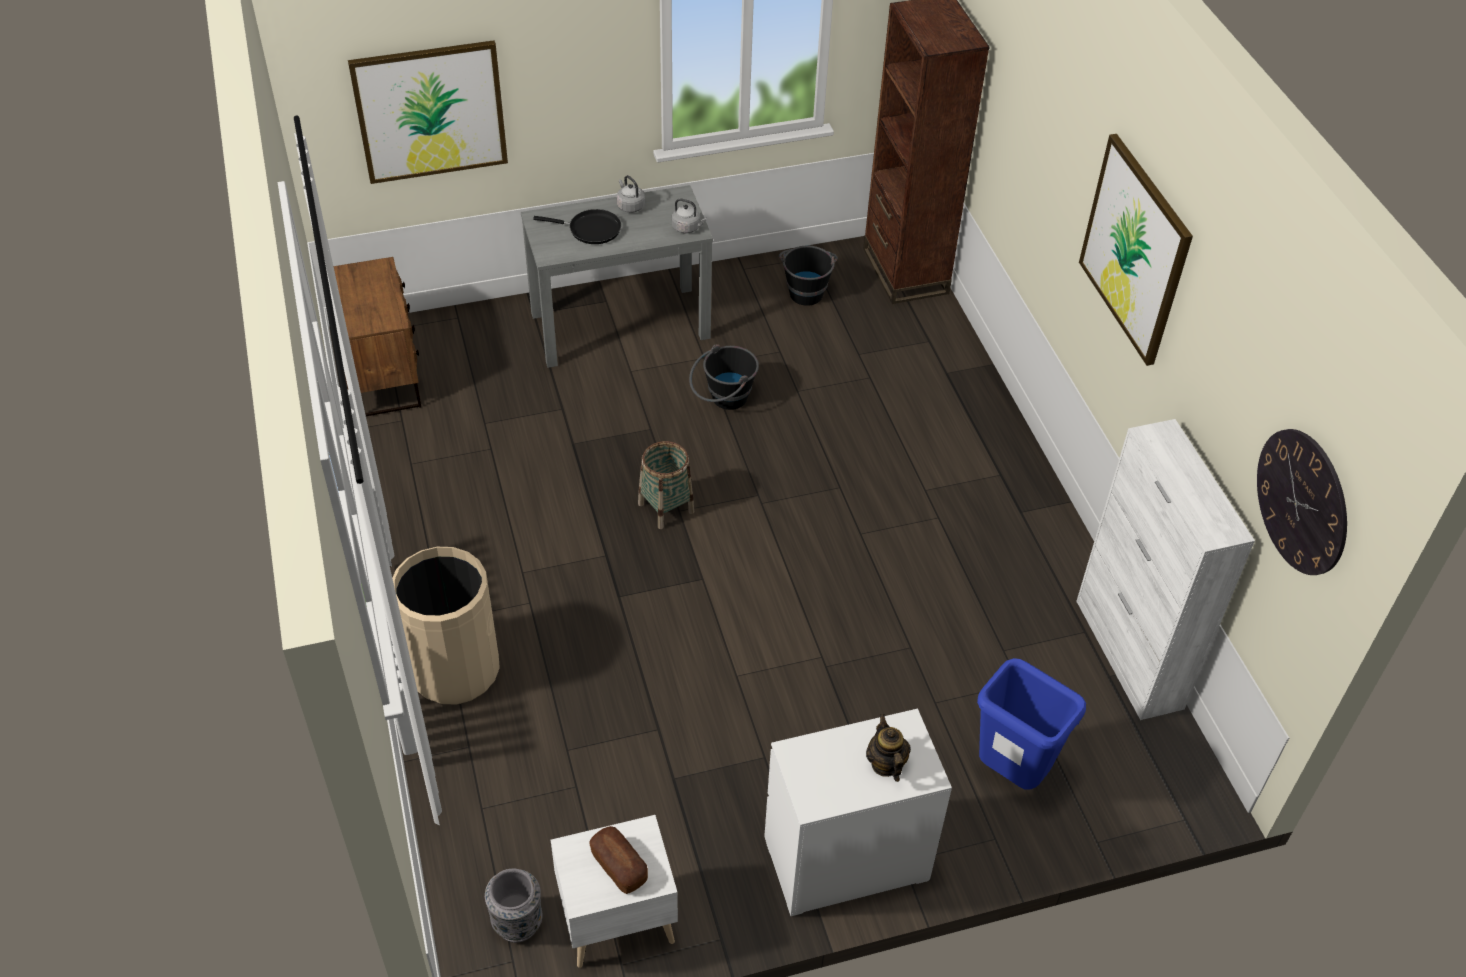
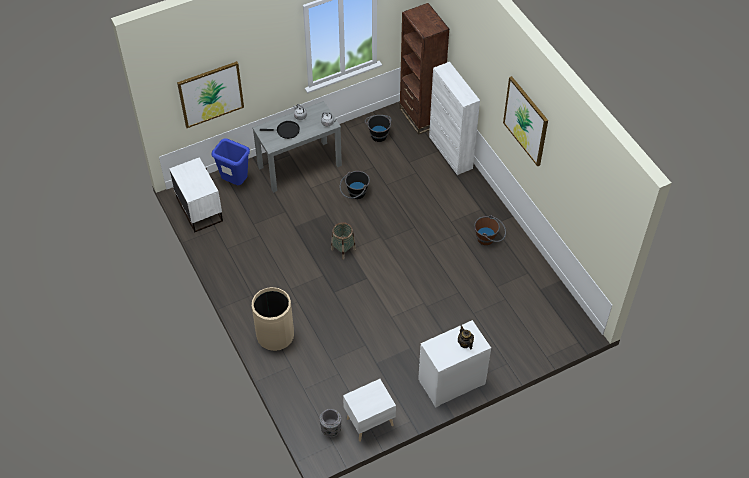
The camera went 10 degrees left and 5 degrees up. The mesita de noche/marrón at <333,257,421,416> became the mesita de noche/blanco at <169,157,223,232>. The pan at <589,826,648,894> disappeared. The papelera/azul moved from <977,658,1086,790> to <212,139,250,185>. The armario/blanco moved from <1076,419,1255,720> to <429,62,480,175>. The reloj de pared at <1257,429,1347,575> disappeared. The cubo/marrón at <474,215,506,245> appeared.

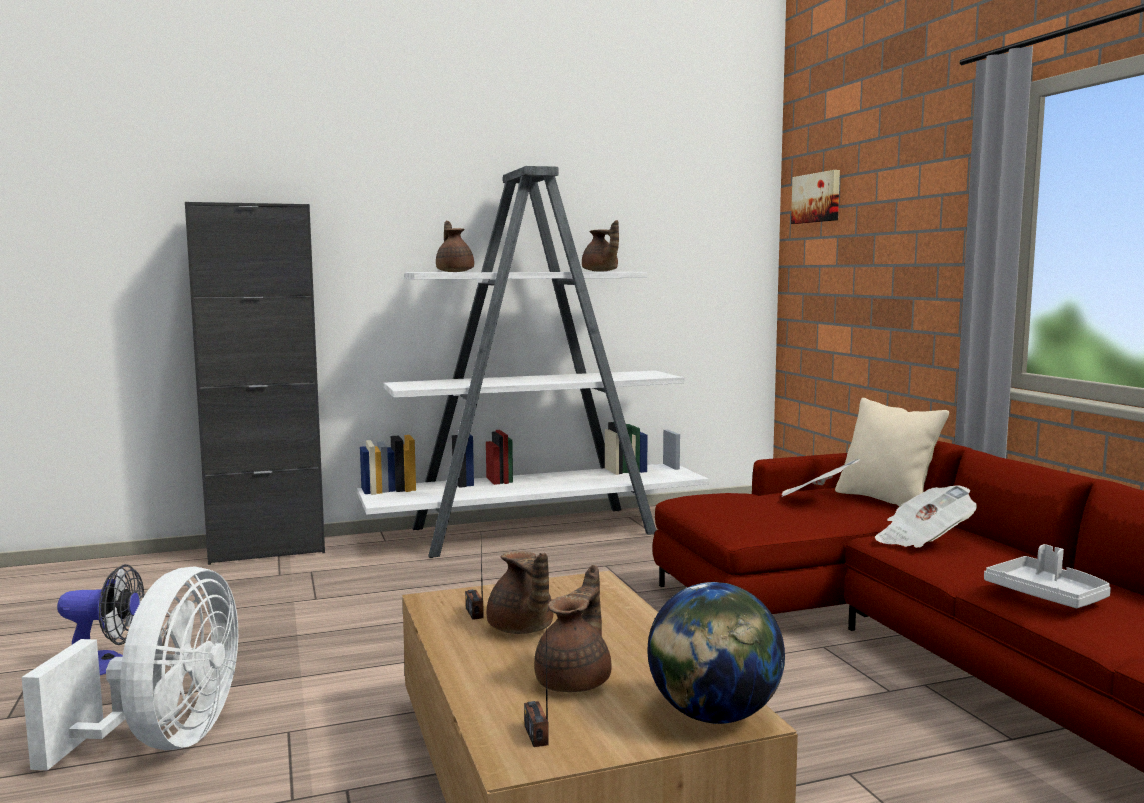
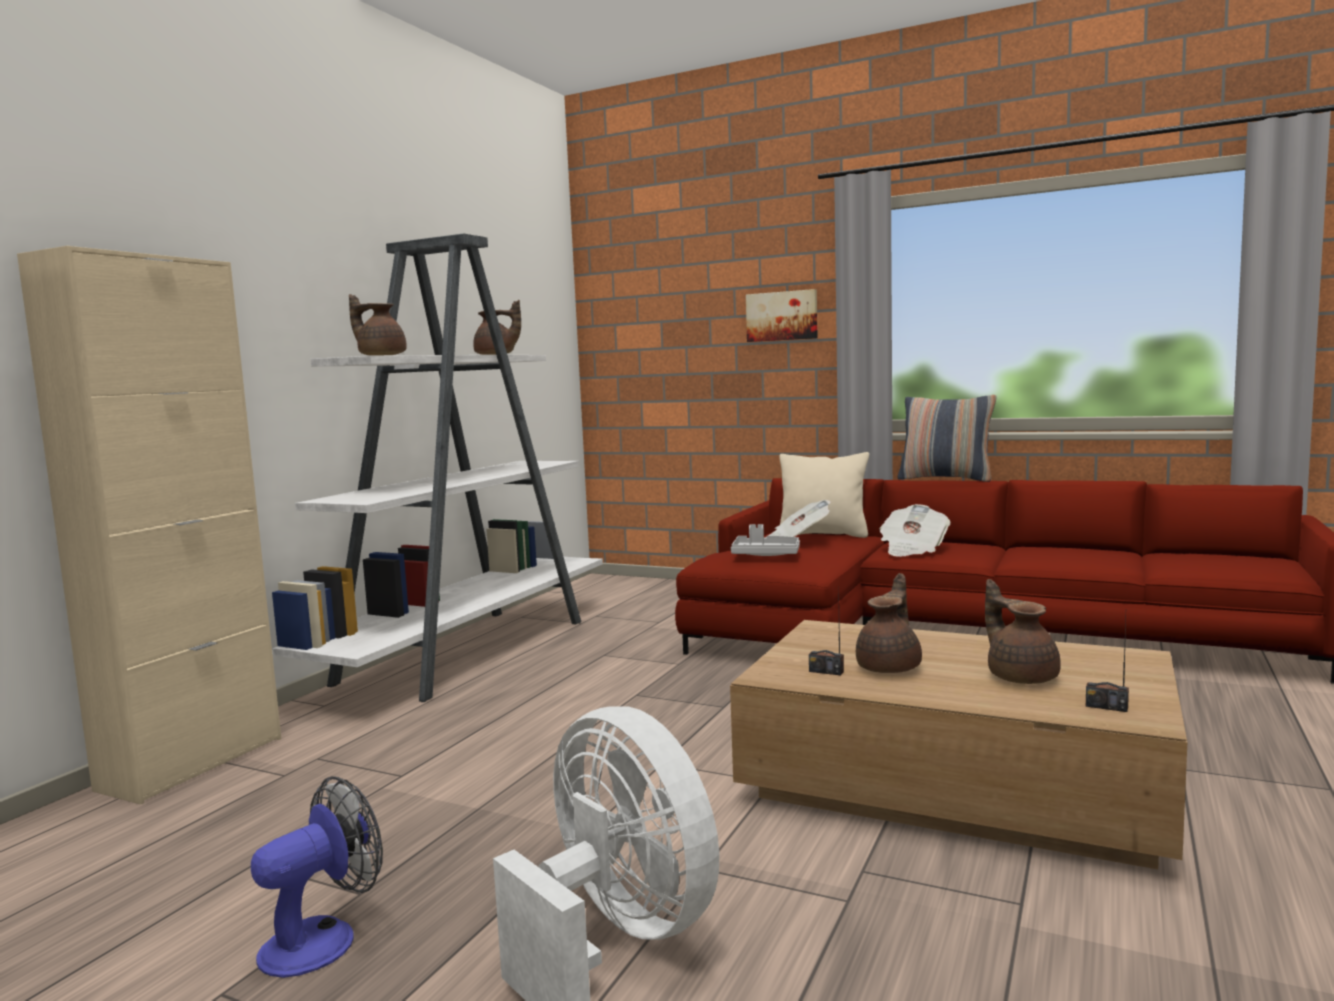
The camera went 45 degrees left and 0 degrees up. The armario/negro at <185,202,325,565> became the armario/beis at <17,246,281,804>. The tetera/marrón at <487,551,553,634> turned 75 degrees counterclockwise. The globo terráqueo at <647,582,785,724> disappeared. The cuadro moved from <791,170,840,224> to <746,289,818,342>. The bandeja/gris moved from <984,544,1111,608> to <731,524,800,556>. The cojín at <898,395,997,482> appeared.

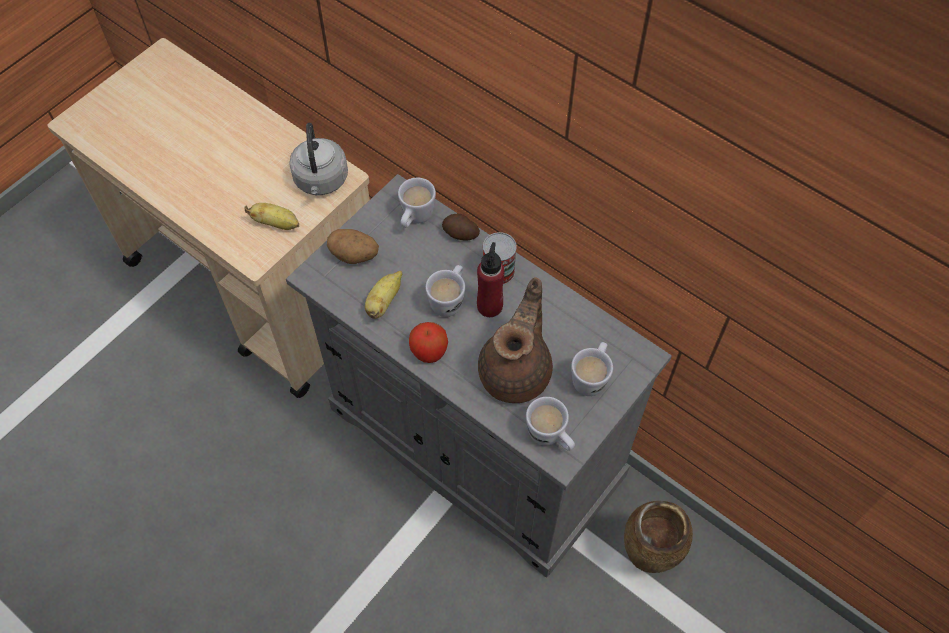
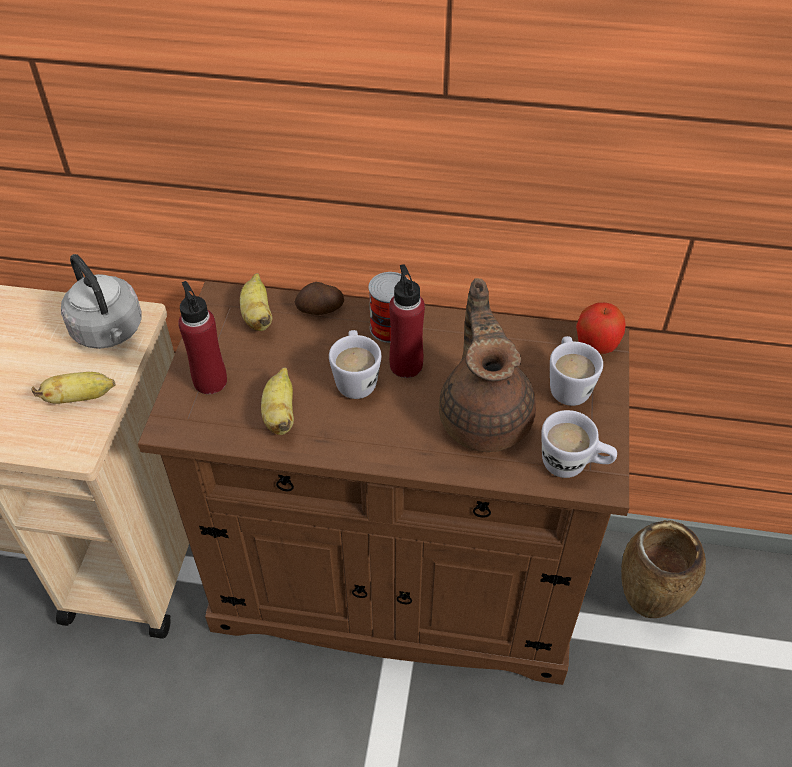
The camera went 30 degrees left and 10 degrees down. The armario/gris at <286,174,672,578> became the armario/marrón at <138,281,629,685>. The patata at <327,229,379,264> was replaced by the botella/rojo at <178,281,227,394>. The taza grande/blanco at <398,178,436,228> was replaced by the plátano at <240,273,272,331>. The manzana moved from <409,322,448,363> to <576,302,626,354>.

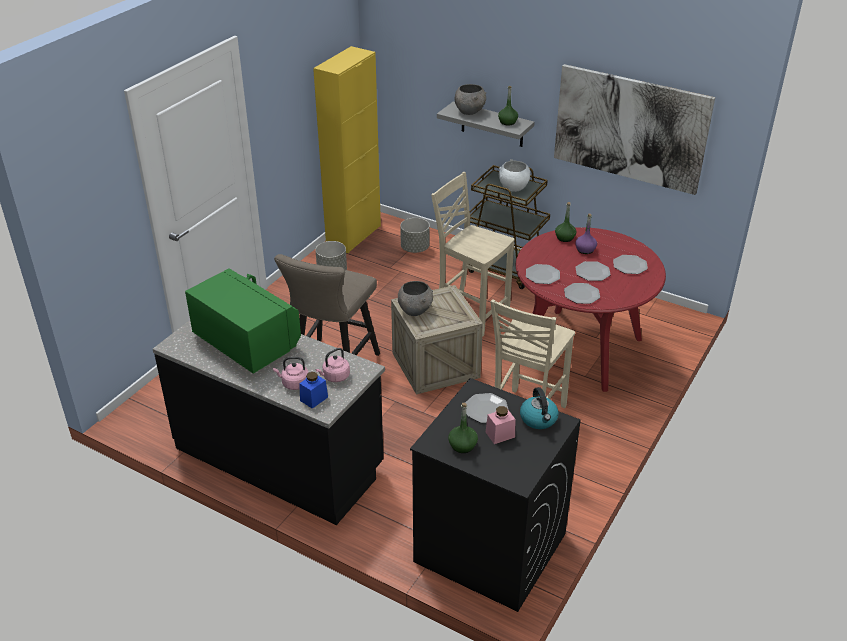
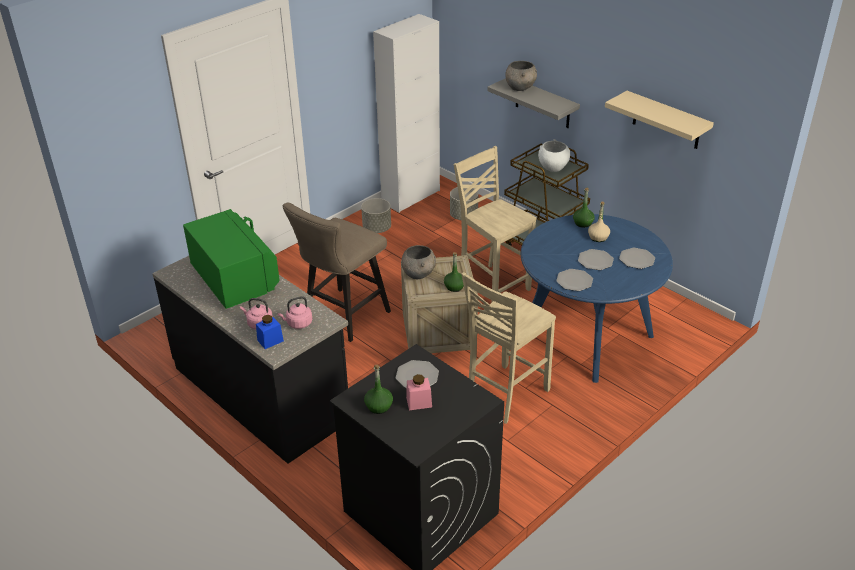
The camera went 15 degrees right and 0 degrees up. The armario/amarillo at <313,46,381,253> became the armario/blanco at <373,14,440,213>. The botella/verde moved from <498,86,518,125> to <444,252,464,292>. The mesa de comedor/rojo at <516,227,666,392> became the mesa de comedor/azul at <521,214,673,383>. The hervidor at <520,387,559,429> disappeared. The plato at <526,264,560,284> disappeared. The cuadro at <554,64,715,195> was replaced by the estante/beis at <605,91,714,149>. The botella/morado at <575,214,597,254> became the botella/beis at <588,202,610,242>.

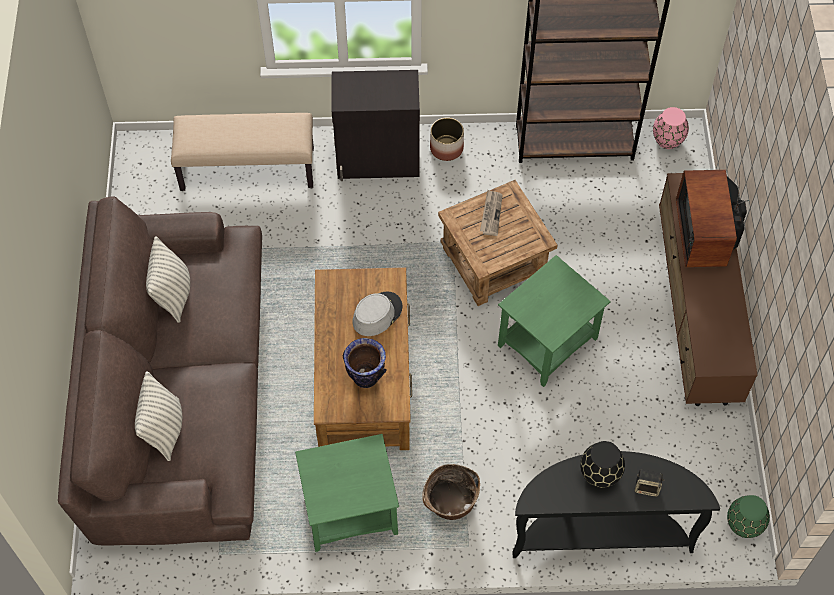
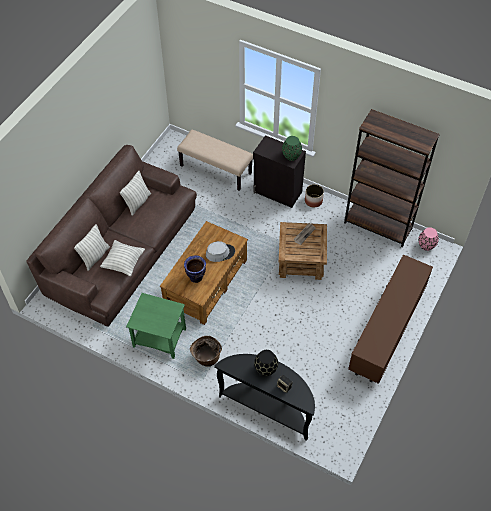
The camera went 30 degrees right and 5 degrees down. The mesa auxiliar/verde at <498,255,611,387> disappeared. The televisor at <676,170,749,267> disappeared. The florero/verde moved from <727,495,770,538> to <282,136,302,161>. The cojín at <100,240,145,276> appeared.

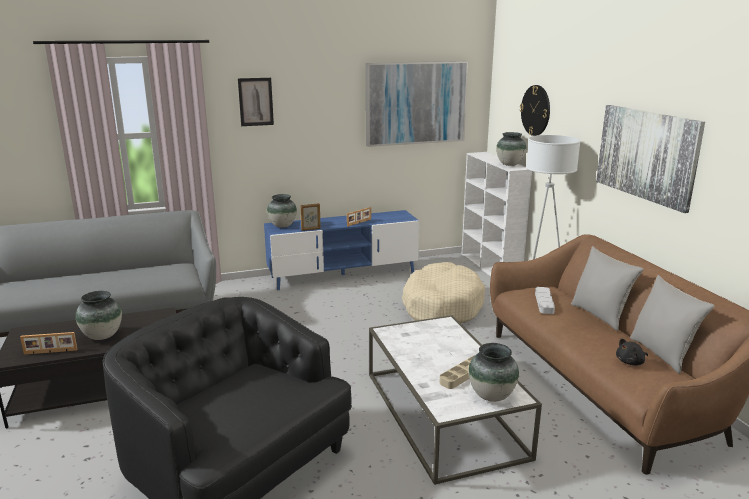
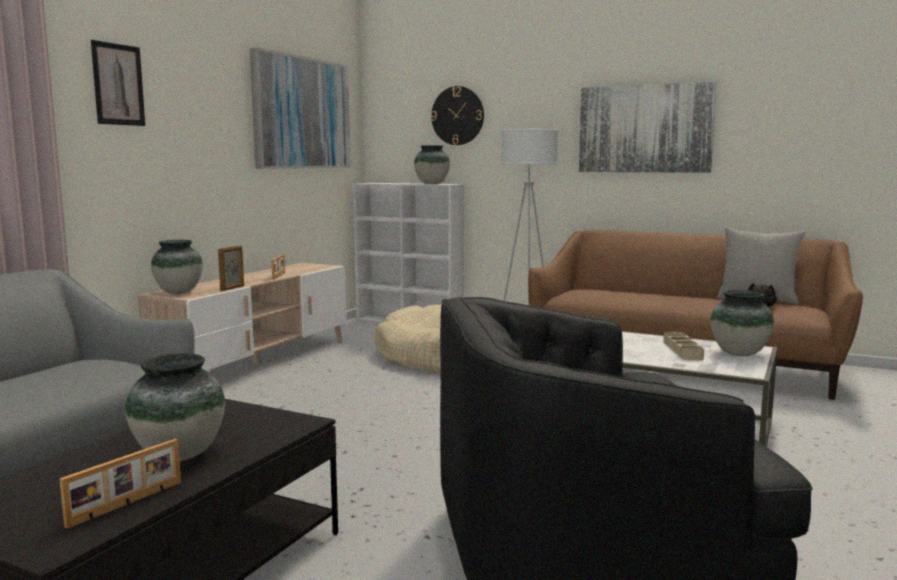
The camera went 45 degrees left and 10 degrees down. The mueble de televisión/azul at <264,210,420,290> became the mueble de televisión/beis at <138,263,346,371>. The bandeja/gris at <535,287,555,314> disappeared. The cojín/gris at <571,246,644,331> disappeared.

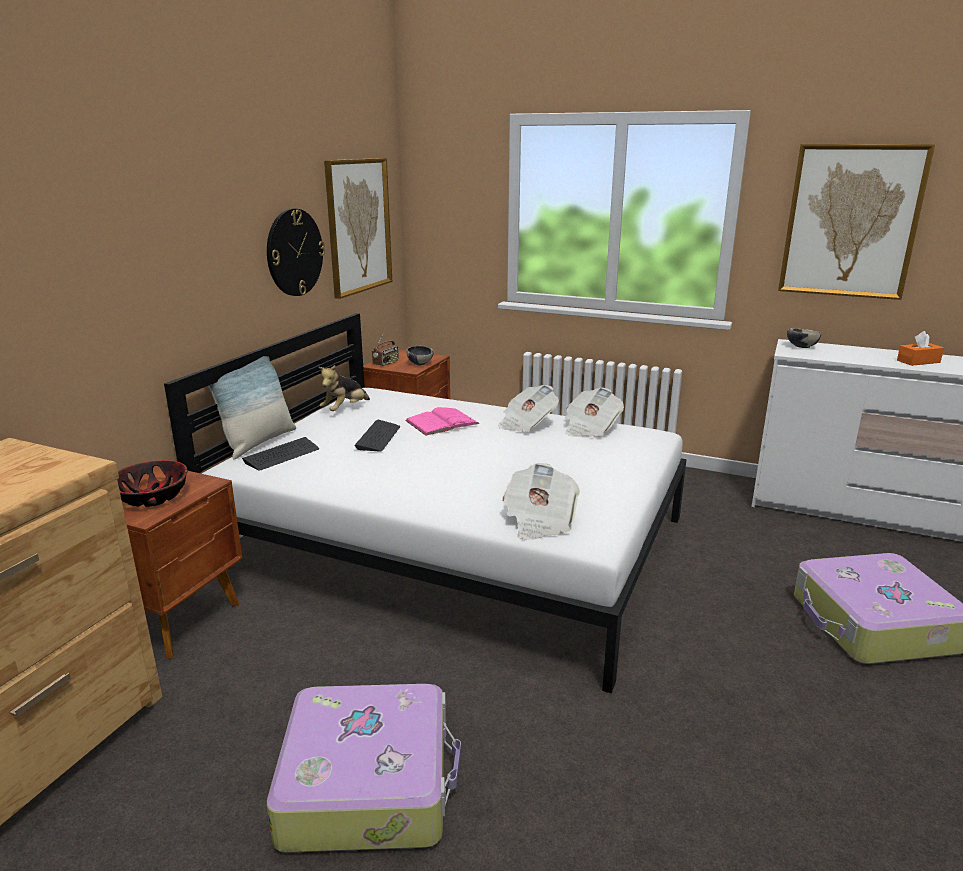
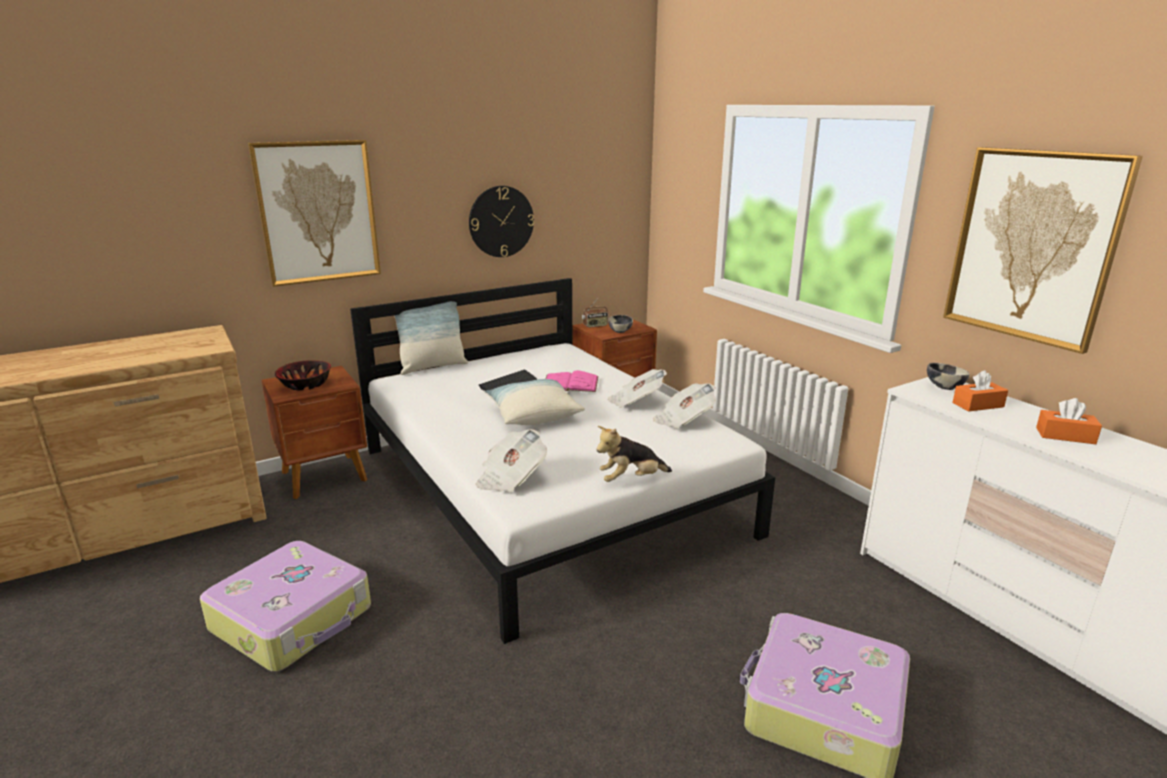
The camera went 35 degrees right and 0 degrees up. The teclado at <242,437,319,471> disappeared. The peluche moved from <318,365,370,411> to <596,426,672,482>. The cuadro moved from <324,158,392,299> to <248,140,381,287>. The cojín at <485,379,585,425> appeared. The caja de pañuelos/naranja at <952,370,1008,412> appeared.

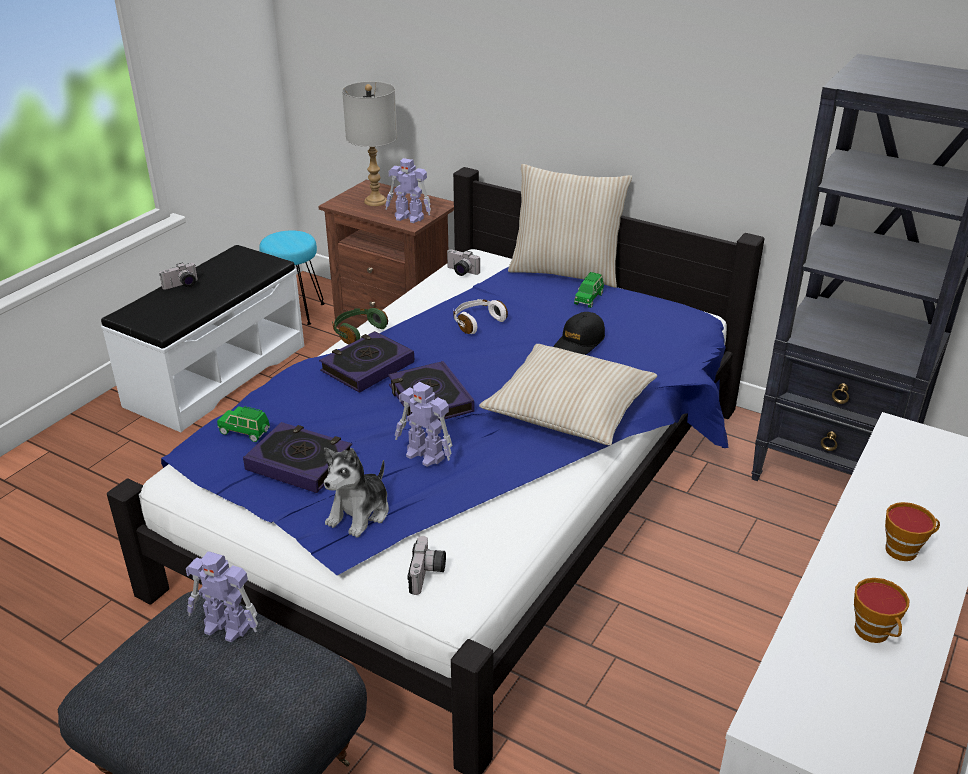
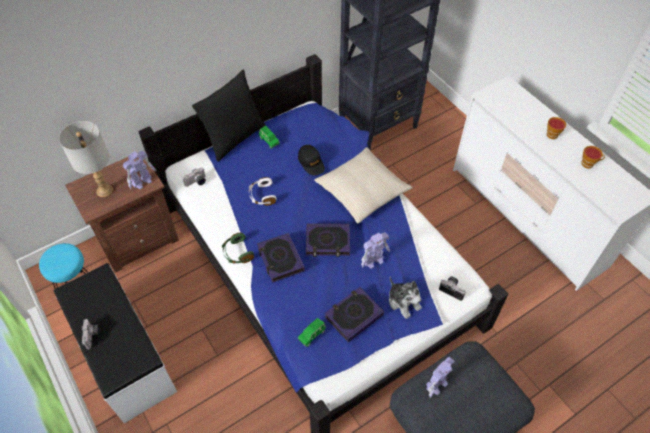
The camera went 65 degrees left and 20 degrees up. The cojín/beis at <508,164,632,288> became the cojín/negro at <192,69,266,162>.

